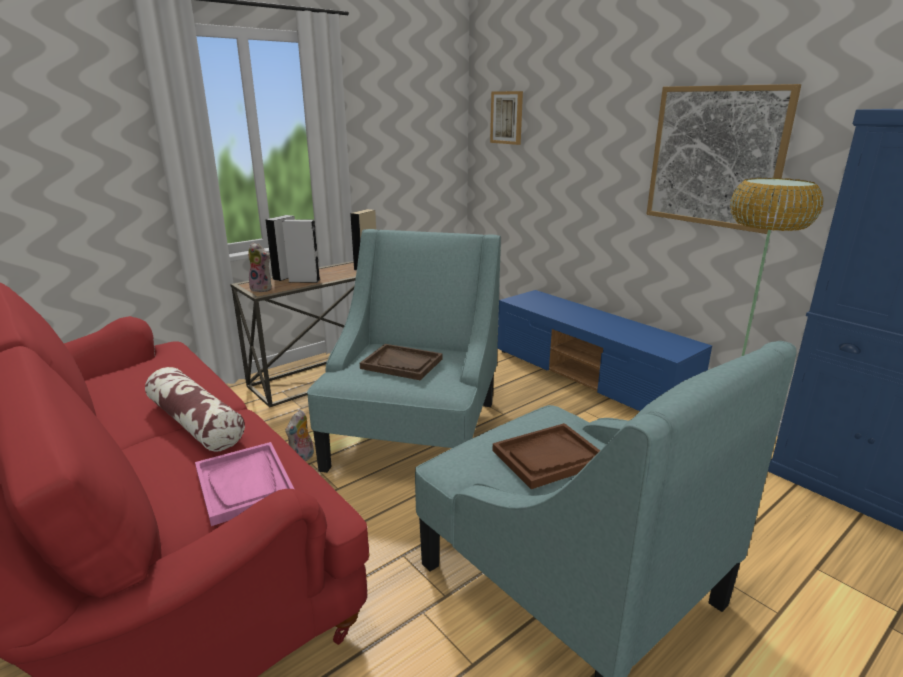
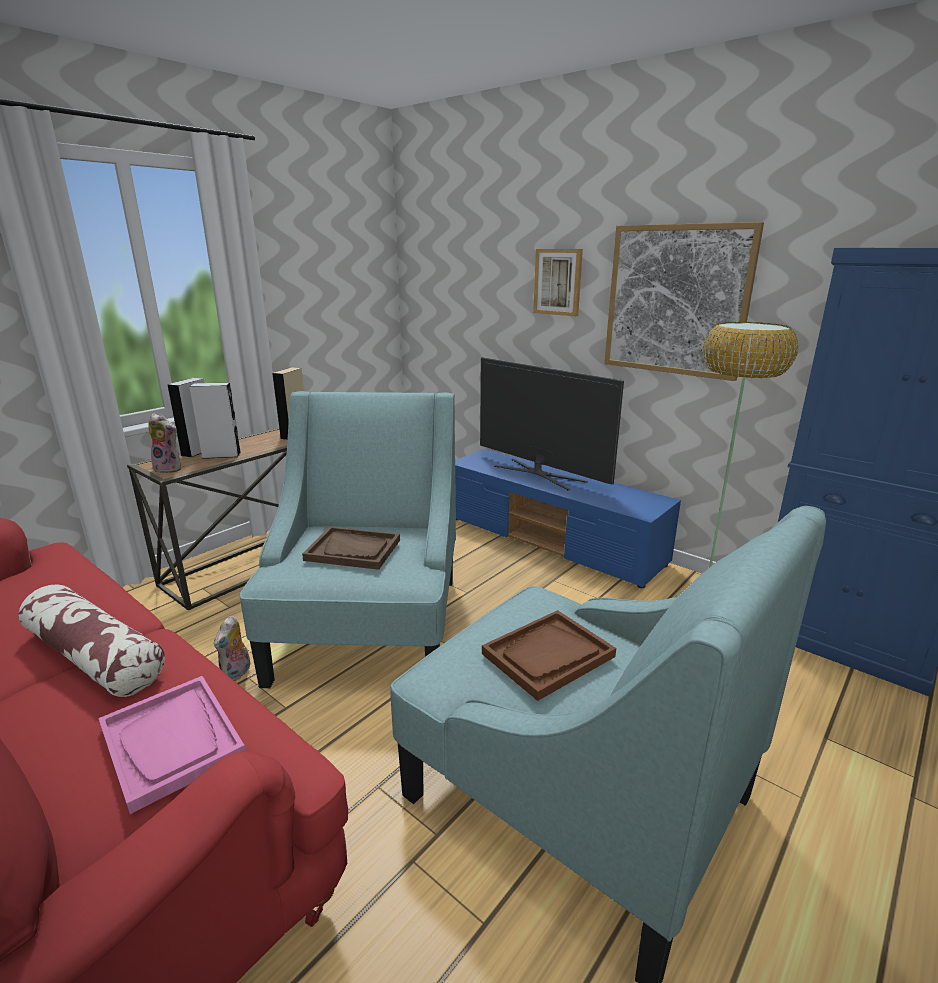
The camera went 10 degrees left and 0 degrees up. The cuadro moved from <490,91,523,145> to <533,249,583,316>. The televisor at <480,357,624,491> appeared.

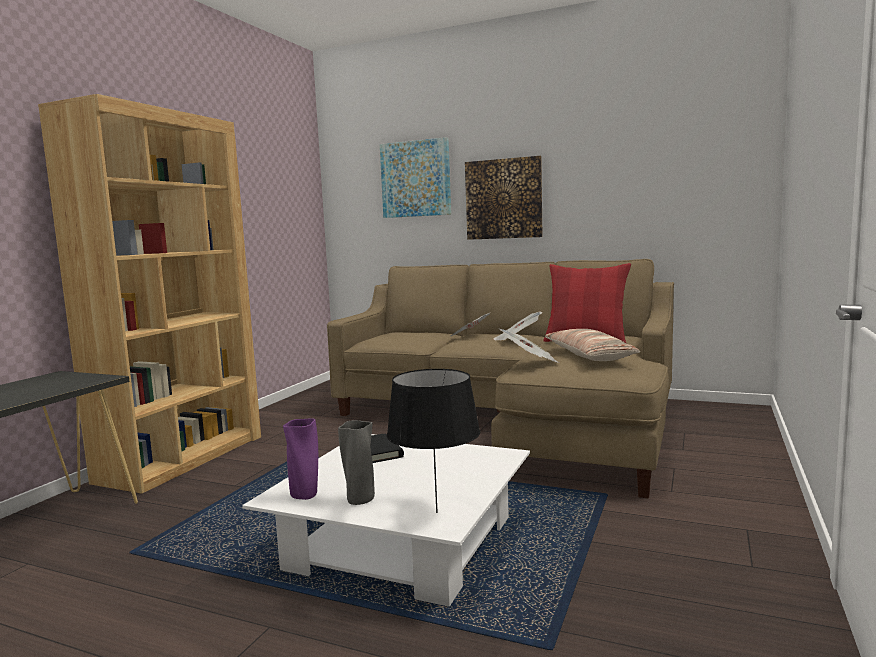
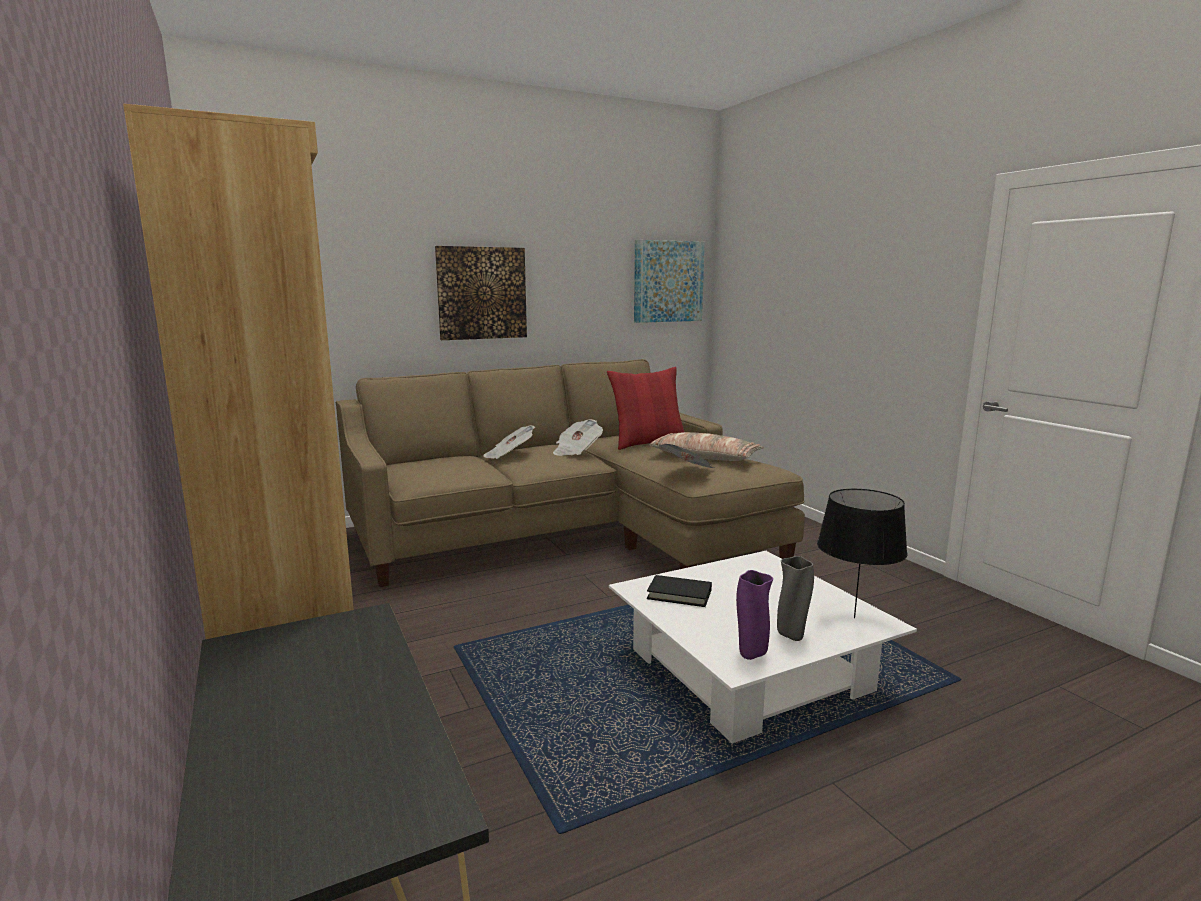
The camera went 50 degrees left and 5 degrees up. The cuadro moved from <380,137,451,218> to <634,240,705,323>.

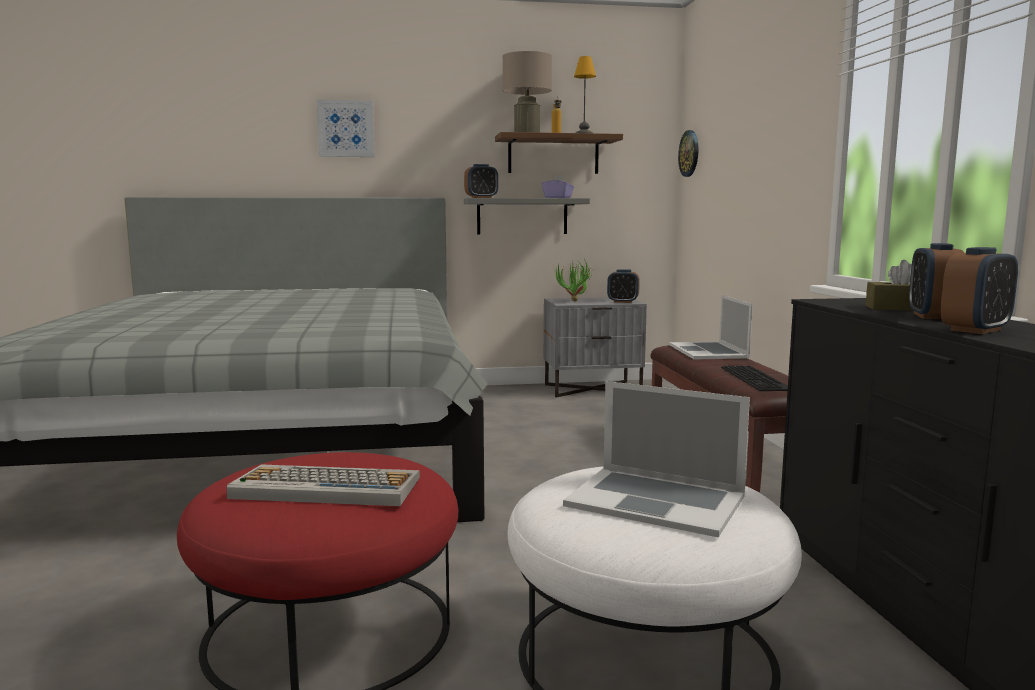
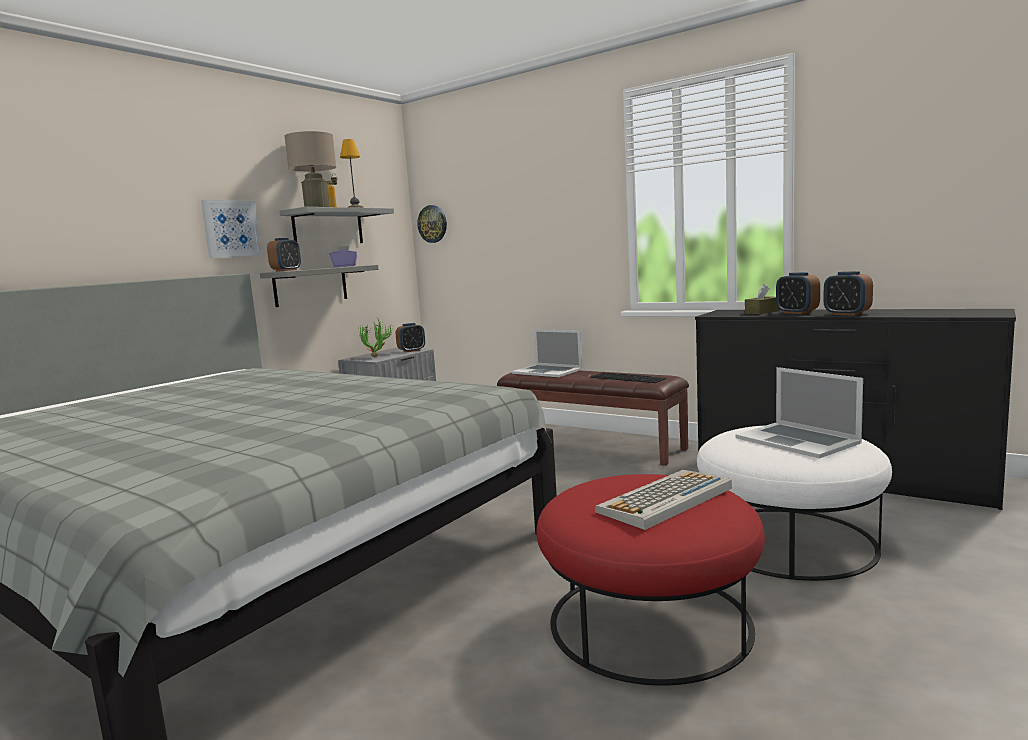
The camera went 45 degrees left and 0 degrees up. The cuadro moved from <316,99,375,157> to <201,200,261,258>. The estante/marrón at <495,132,623,174> became the estante/gris at <280,207,394,243>. The portátil at <563,381,750,538> turned 75 degrees clockwise. The despertador at <940,247,1018,334> turned 135 degrees clockwise.

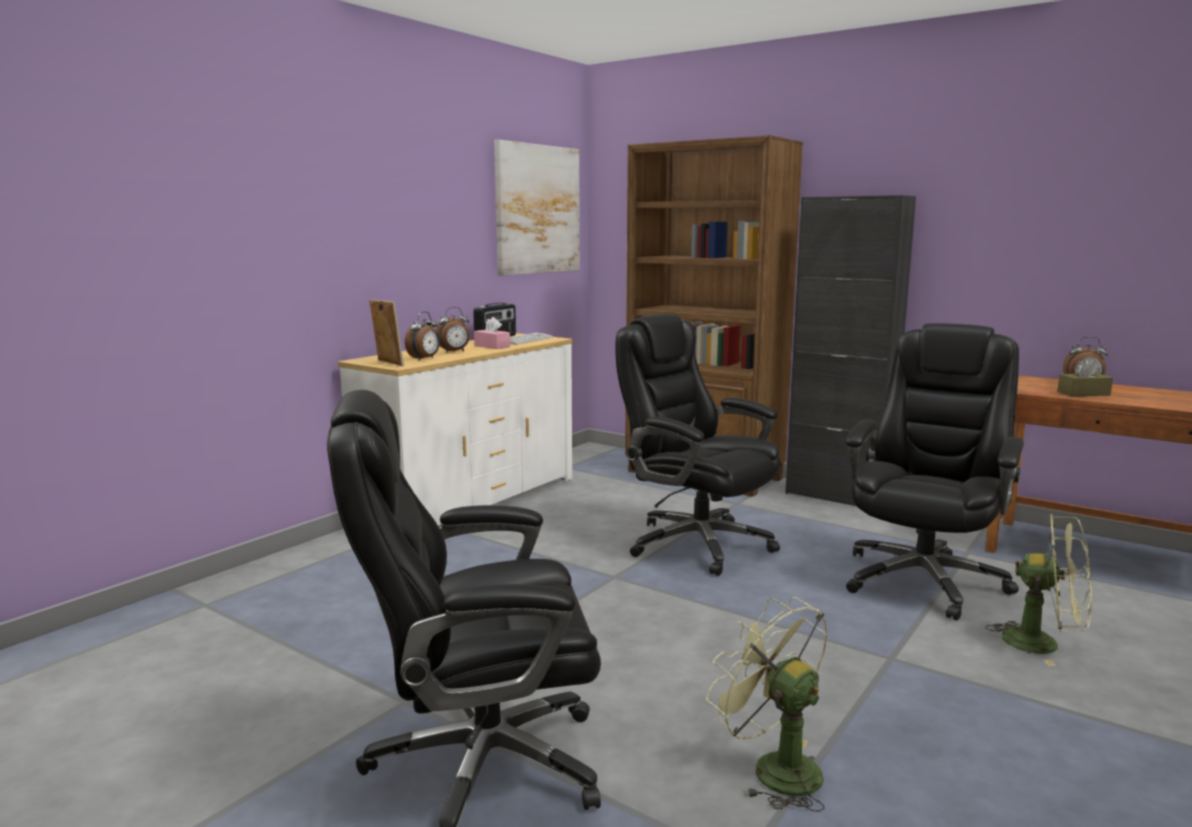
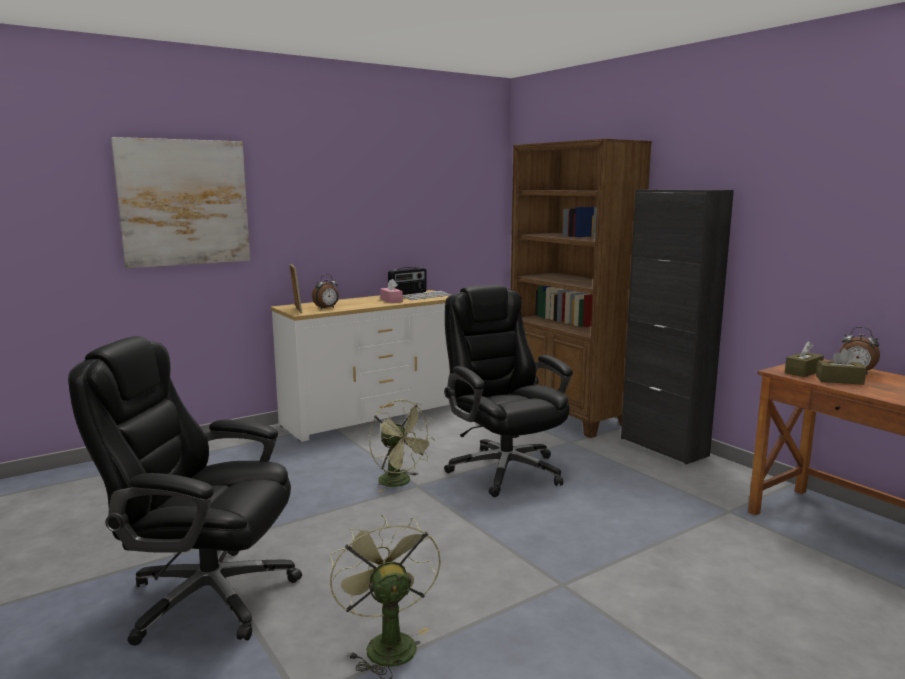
The camera went 20 degrees right and 0 degrees up. The despertador at <436,307,470,353> disappeared. The cuadro moved from <494,140,580,276> to <111,137,250,268>. The silla de oficina/negro at <846,323,1024,621> disappeared. The ventilador/verde moved from <986,514,1092,666> to <369,399,435,493>. The caja de pañuelos/marrón at <785,341,824,377> appeared.

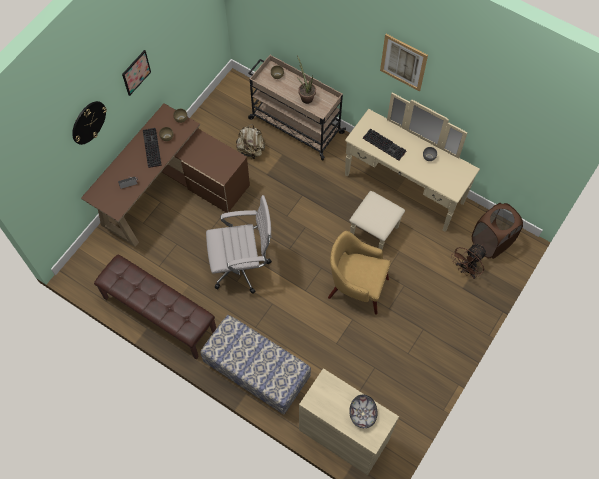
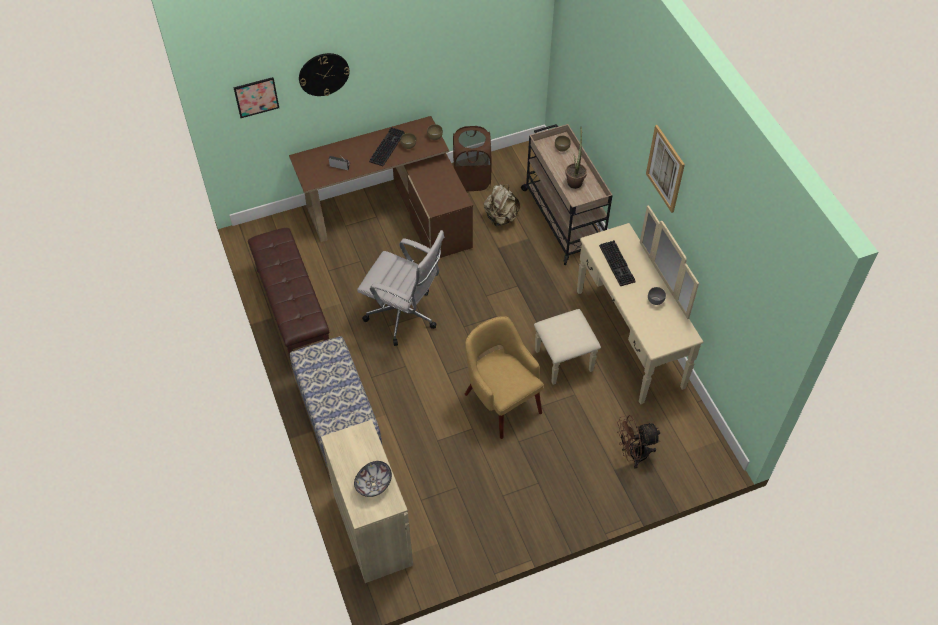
The camera went 35 degrees right and 10 degrees down. The cuadro moved from <122,50,151,96> to <233,77,279,118>. The cesto de la ropa/marrón moved from <472,203,523,259> to <453,126,492,191>.

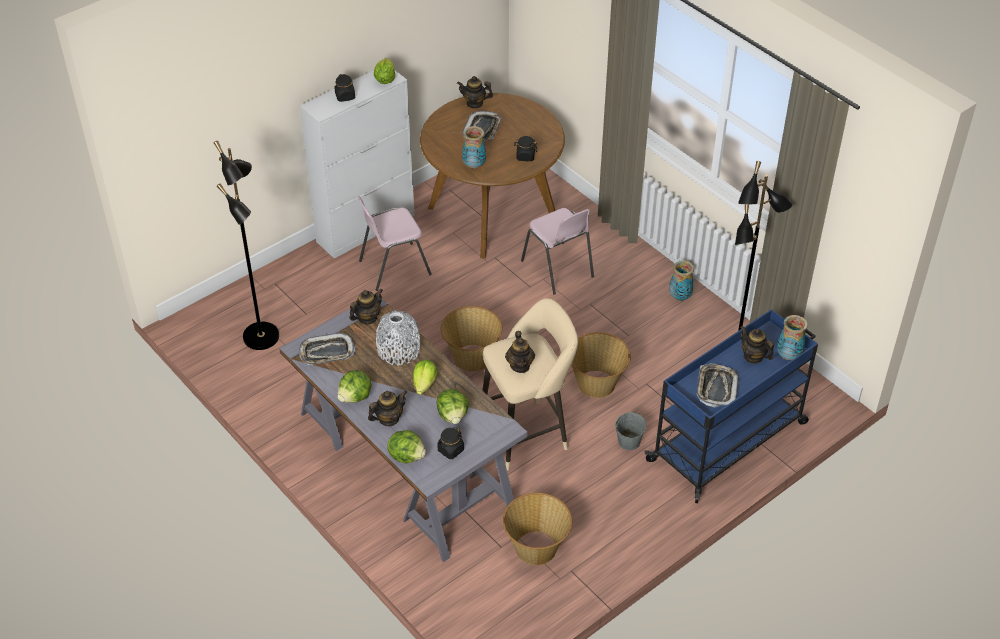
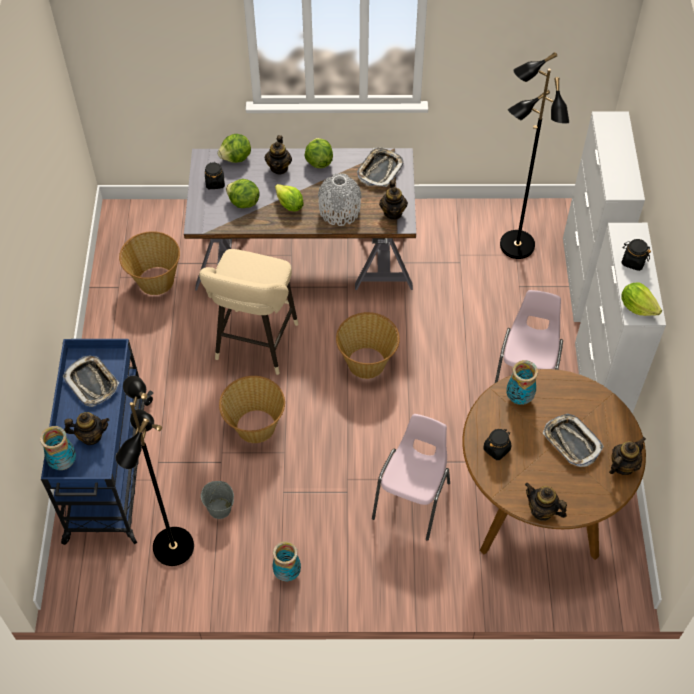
The camera went 130 degrees right and 10 degrees up. The tetera moved from <505,331,535,373> to <525,483,567,521>. The silla/rosa at <521,208,594,295> turned 105 degrees clockwise. The cubo/gris moved from <615,412,646,450> to <201,481,234,519>. The armario/blanco at <563,111,645,322> appeared.

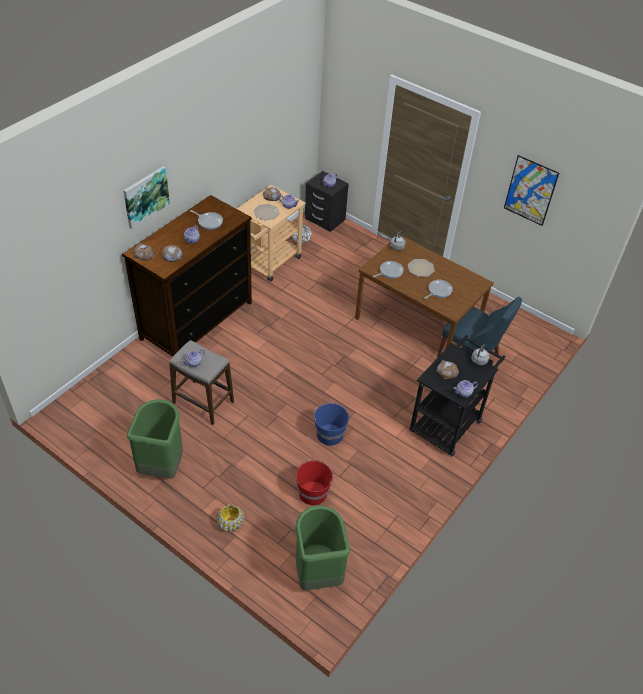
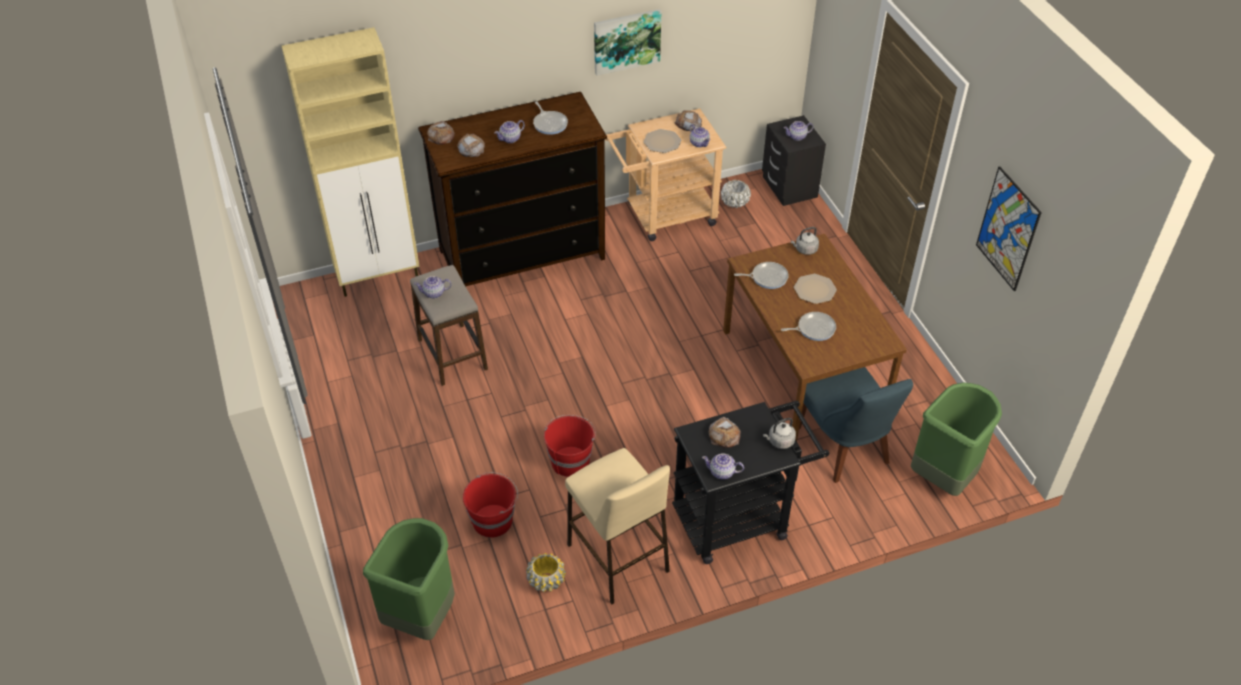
The camera went 35 degrees right and 0 degrees up. The cuadro moved from <123,166,170,229> to <594,9,661,76>. The papelera/verde moved from <127,399,183,479> to <911,383,1002,496>. The maceta/amarillo moved from <216,504,245,532> to <526,553,566,592>. The cubo/azul at <313,402,349,446> became the cubo/rojo at <544,415,596,477>. The armario/beis at <282,27,420,297> appeared. The taburete/beis at <565,448,670,605> appeared.

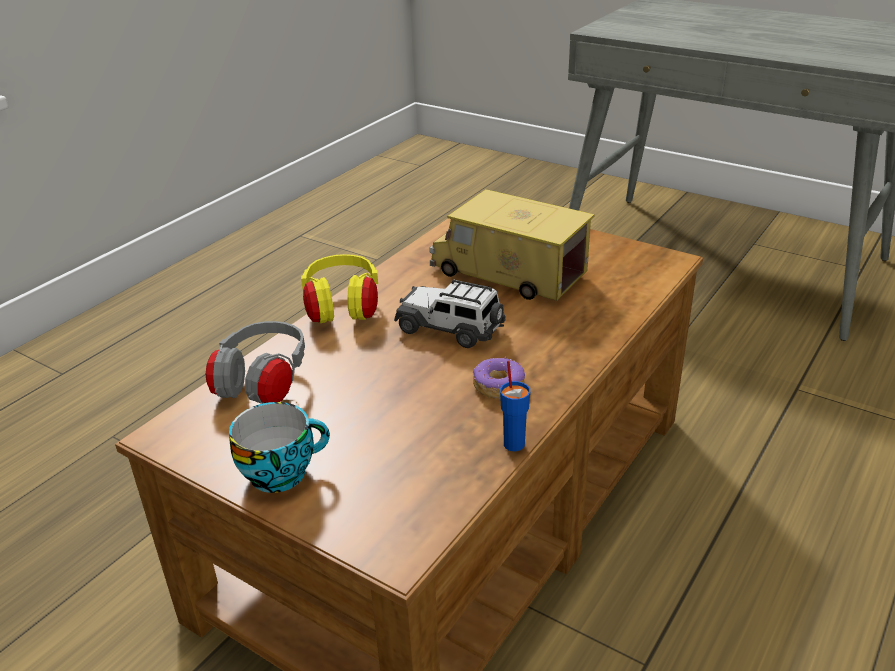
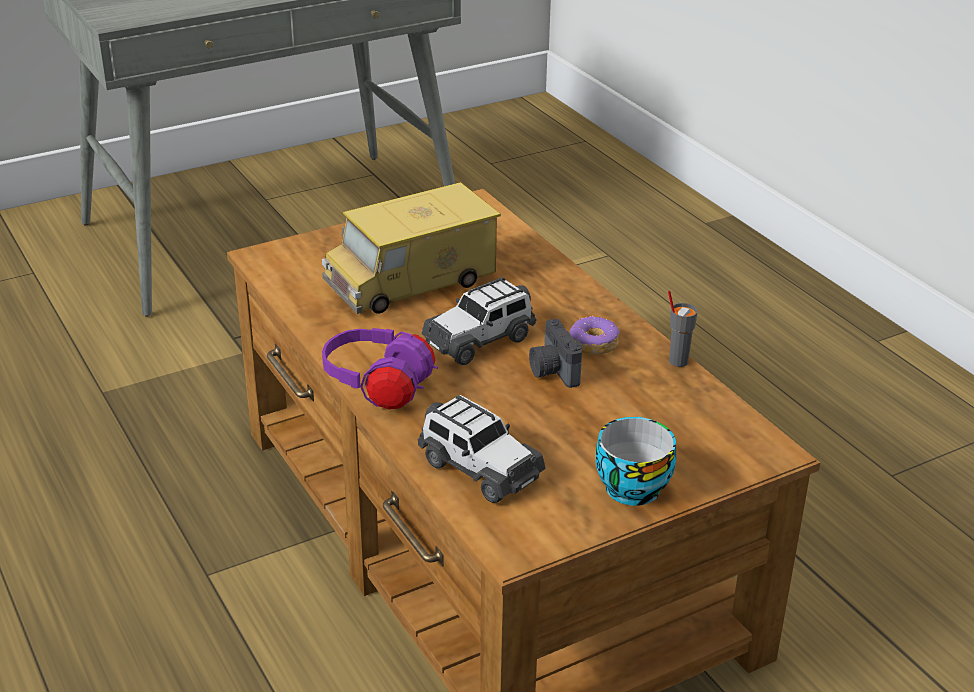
The camera went 65 degrees left and 0 degrees up. The auriculares/gris at <206,321,305,404> was replaced by the coche de juguete at <418,395,546,503>. The auriculares/amarillo at <301,254,378,323> became the auriculares/morado at <322,328,438,410>. The taza/azul at <500,361,530,451> became the taza/gris at <668,291,698,367>. The cámara at <529,319,582,388> appeared.

